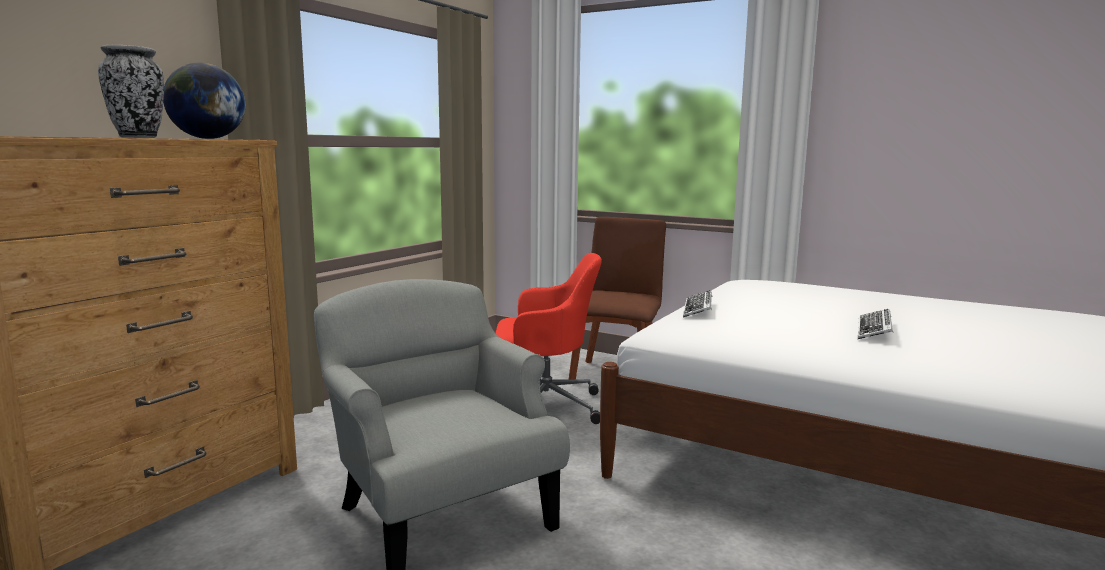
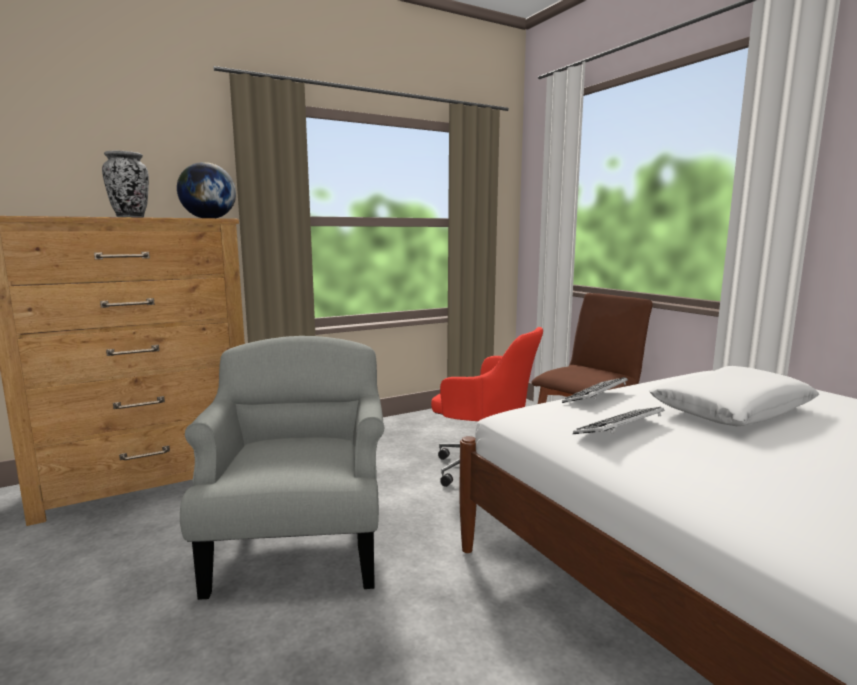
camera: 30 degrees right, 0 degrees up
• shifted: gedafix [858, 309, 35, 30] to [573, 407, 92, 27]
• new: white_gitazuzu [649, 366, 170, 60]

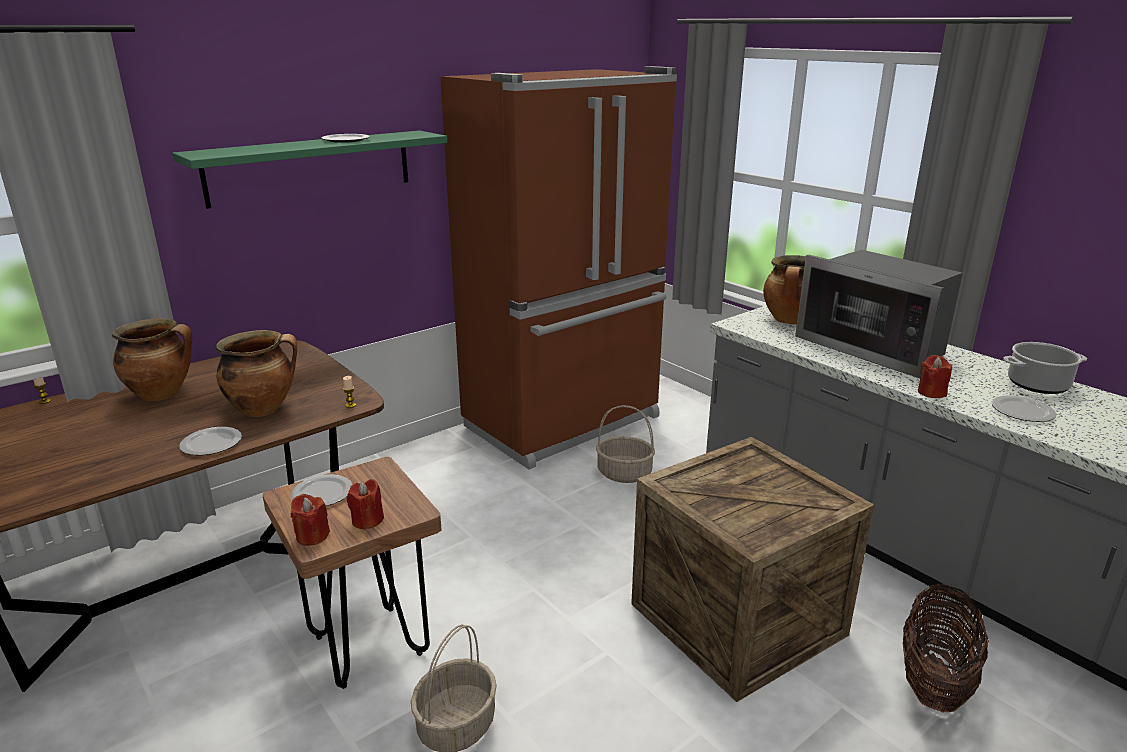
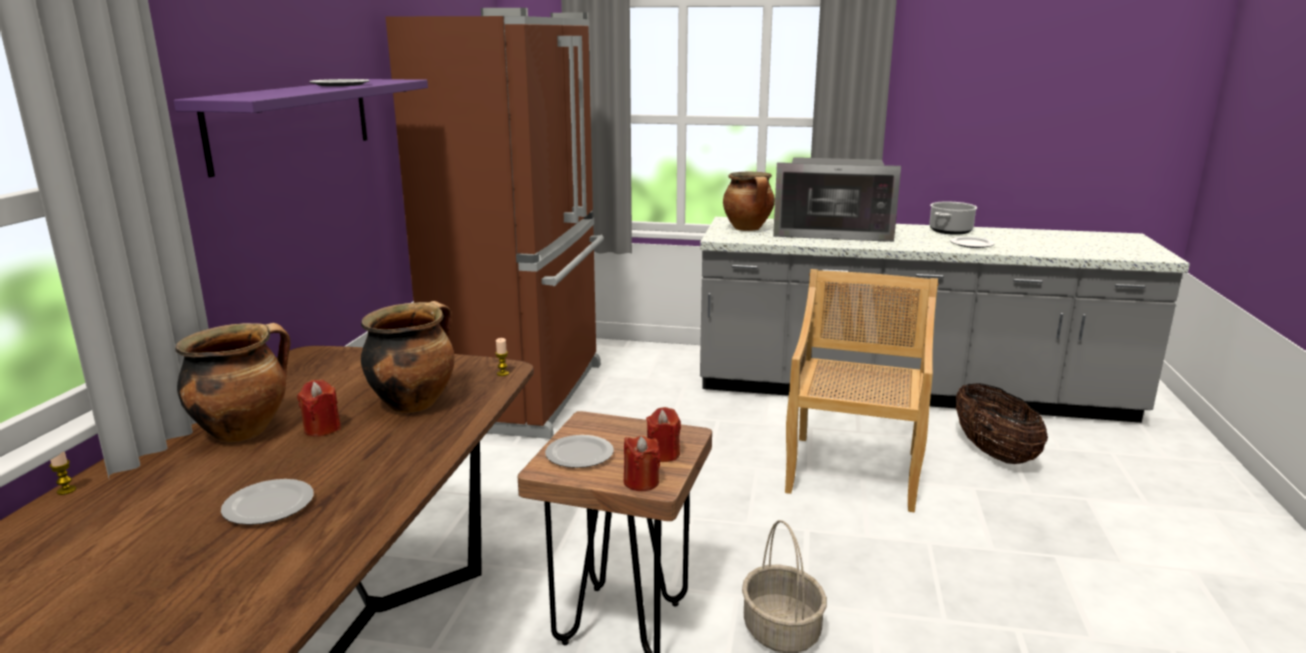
camera: 40 degrees left, 5 degrees down
• repainted: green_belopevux [172, 130, 275, 79] to purple_belopevux [174, 79, 254, 98]
• shifted: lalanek [179, 427, 63, 29] to [221, 479, 93, 46]
• shifted: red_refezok [918, 355, 34, 43] to [297, 380, 44, 57]
• swapped: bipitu [631, 437, 243, 265] to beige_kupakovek [785, 269, 153, 244]
• gone: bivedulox [596, 405, 59, 78]

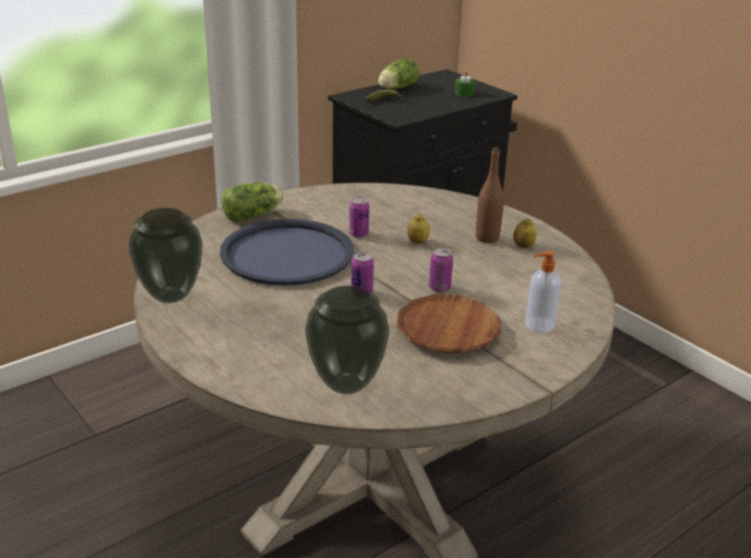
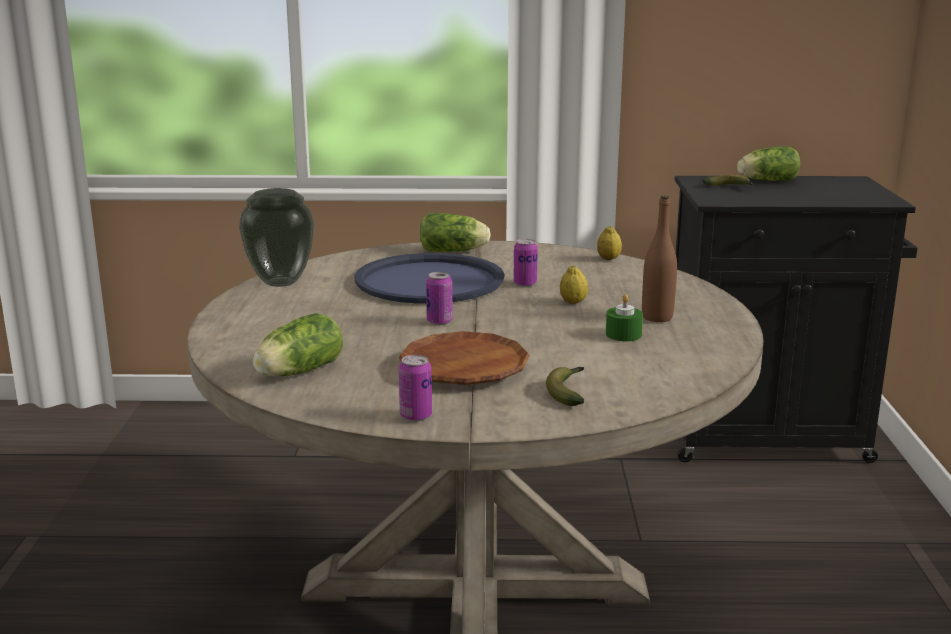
camera: 40 degrees right, 10 degrees down
• swapped: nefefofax [305, 286, 84, 108] to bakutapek [253, 313, 90, 63]
• shifted: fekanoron [429, 248, 24, 45] to [399, 355, 33, 67]
• swapped: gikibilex [525, 251, 36, 82] to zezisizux [546, 367, 38, 39]
• shifted: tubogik [513, 218, 24, 30] to [597, 226, 25, 34]
• shifted: green_refezok [455, 70, 21, 26] to [606, 294, 37, 47]

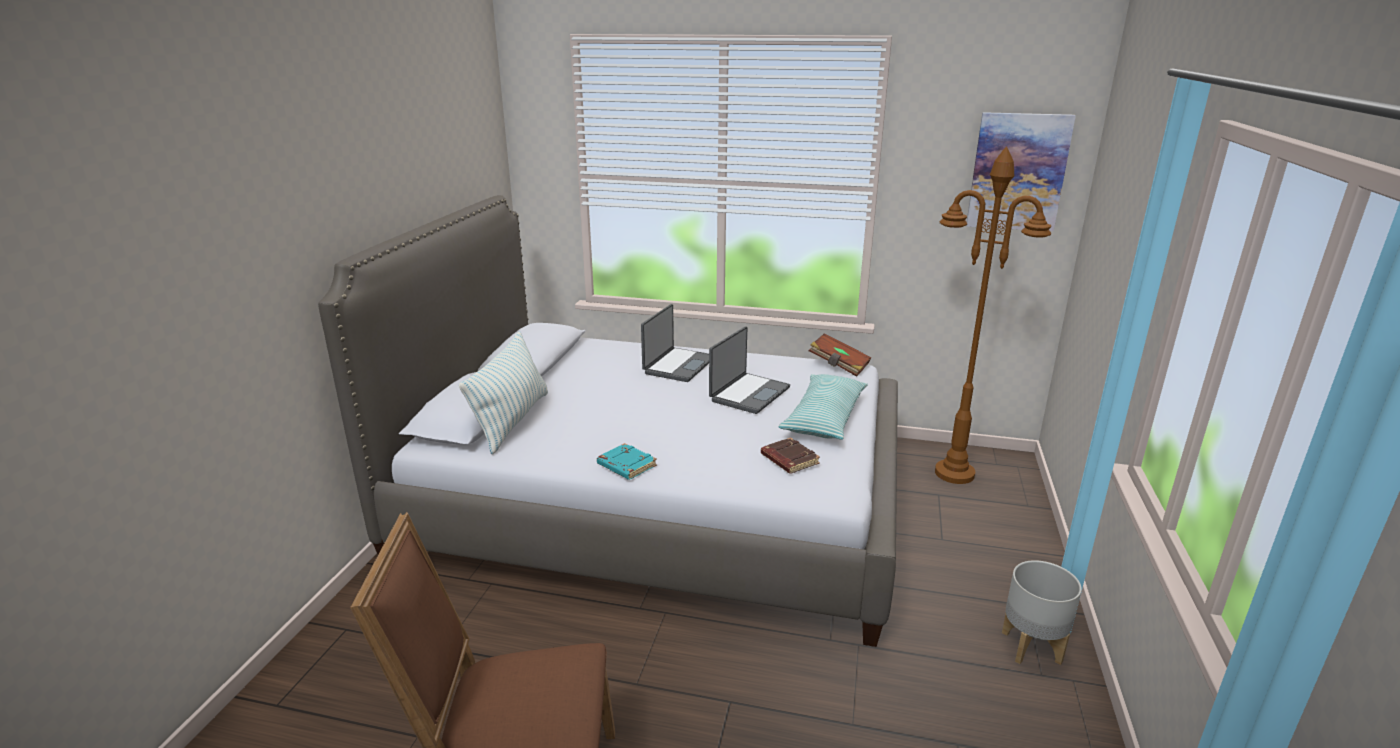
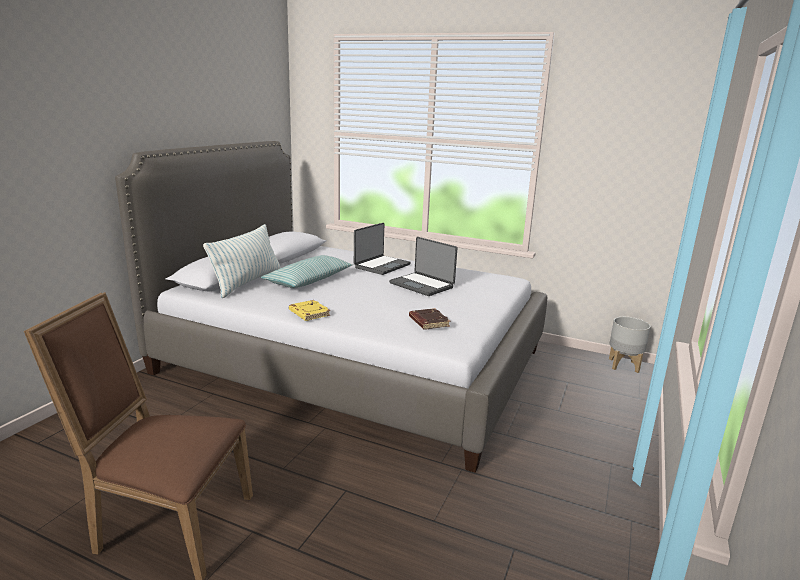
camera: 10 degrees right, 5 degrees down
• shifted: gitazuzu [779, 374, 89, 66] to [261, 255, 92, 33]
• repainted: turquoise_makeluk [597, 443, 60, 37] to yellow_makeluk [289, 300, 41, 21]
• rotated: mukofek [709, 327, 81, 87] = [389, 237, 68, 59] 90 degrees clockwise
• shifted: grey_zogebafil [1002, 560, 80, 105] to [609, 317, 42, 56]
• gone: brown_makeluk [809, 333, 62, 44]
• gone: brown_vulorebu [935, 146, 116, 338]
• gone: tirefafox [966, 112, 110, 119]

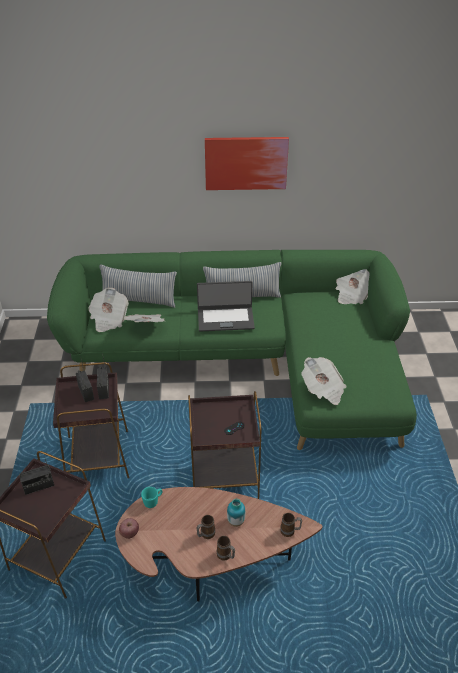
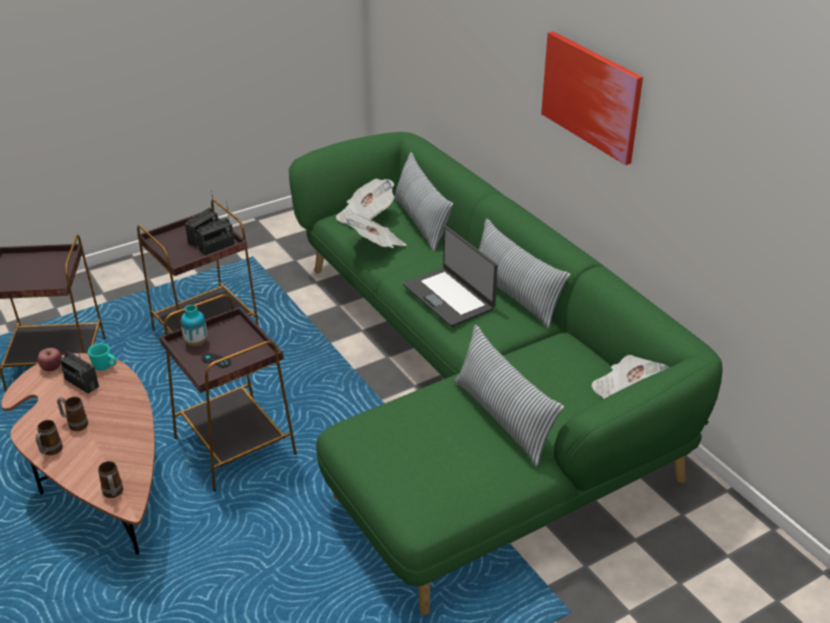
camera: 60 degrees right, 5 degrees down
• shifted: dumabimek [19, 459, 36, 36] to [60, 348, 39, 46]
• shifted: nefefofax [227, 499, 18, 28] to [181, 305, 26, 42]
• new: gitazuzu [455, 325, 109, 142]
• gone: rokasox [302, 357, 44, 48]

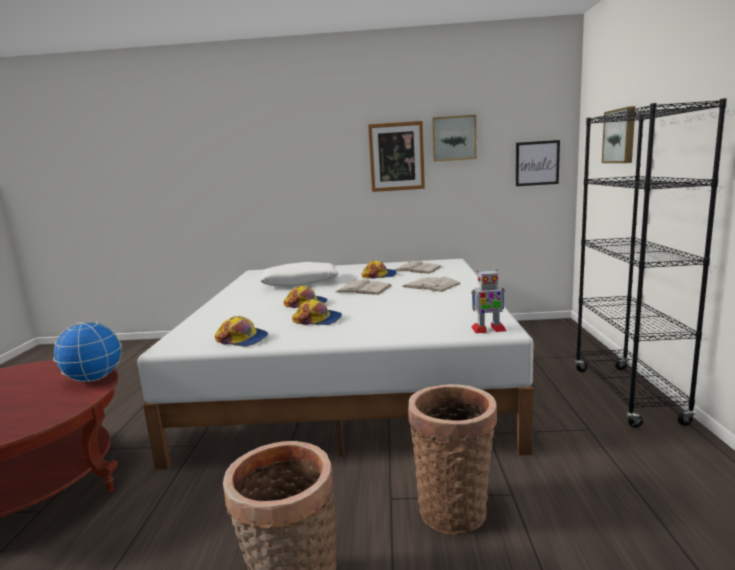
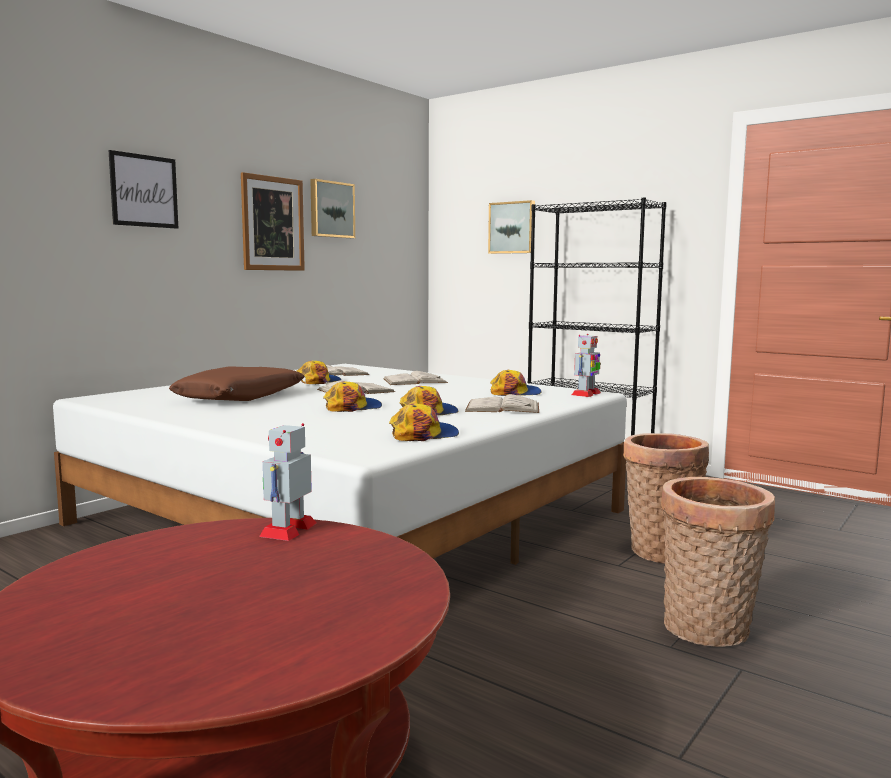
camera: 55 degrees left, 5 degrees down
• shifted: tirefafox [516, 140, 44, 46] to [108, 150, 70, 79]
• repainted: white_gitazuzu [260, 262, 79, 25] to brown_gitazuzu [169, 366, 136, 35]
• swapped: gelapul [53, 321, 69, 61] to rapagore [259, 423, 58, 118]
• new: white_makeluk [465, 394, 74, 19]
• new: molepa [490, 370, 51, 26]

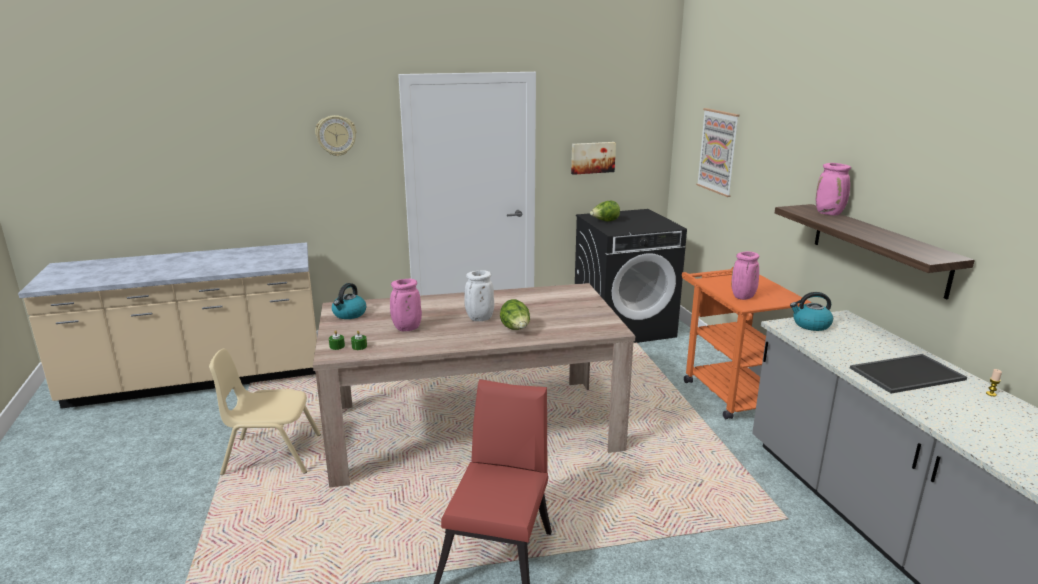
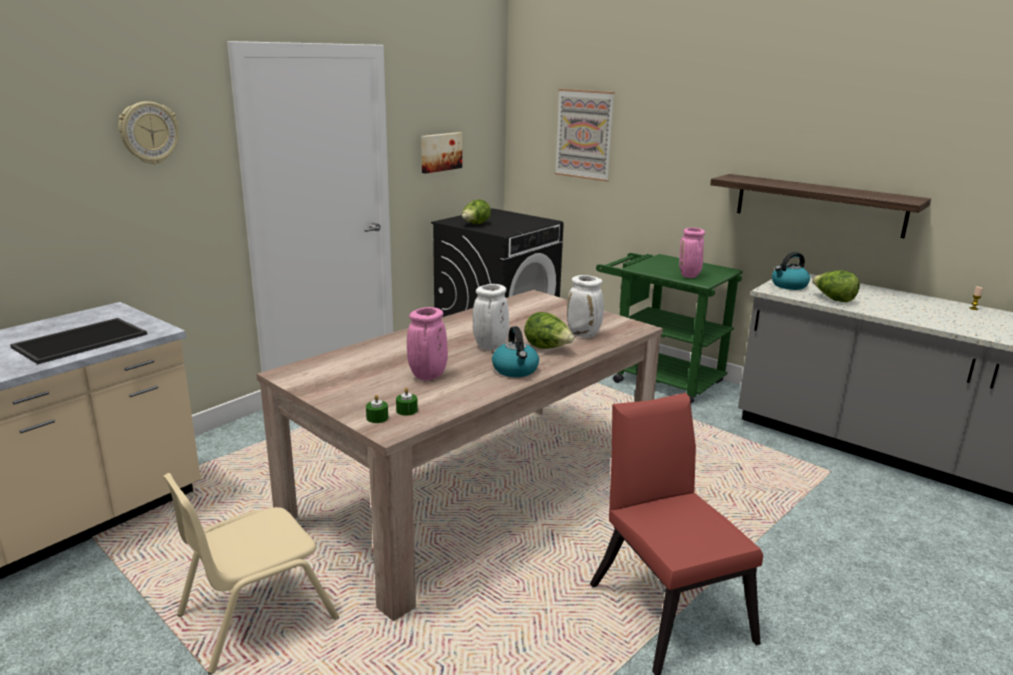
camera: 35 degrees left, 0 degrees up
• shifted: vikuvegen [850, 354, 117, 40] to [10, 318, 137, 46]
• shifted: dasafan [332, 283, 34, 36] to [492, 326, 47, 51]
• new: white_nefefofax [567, 275, 37, 63]
• repainted: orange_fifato [682, 267, 130, 152] to green_fifato [596, 253, 147, 150]
• new: bakutapek [812, 270, 48, 32]
• gone: pink_nefefofax [816, 163, 35, 53]

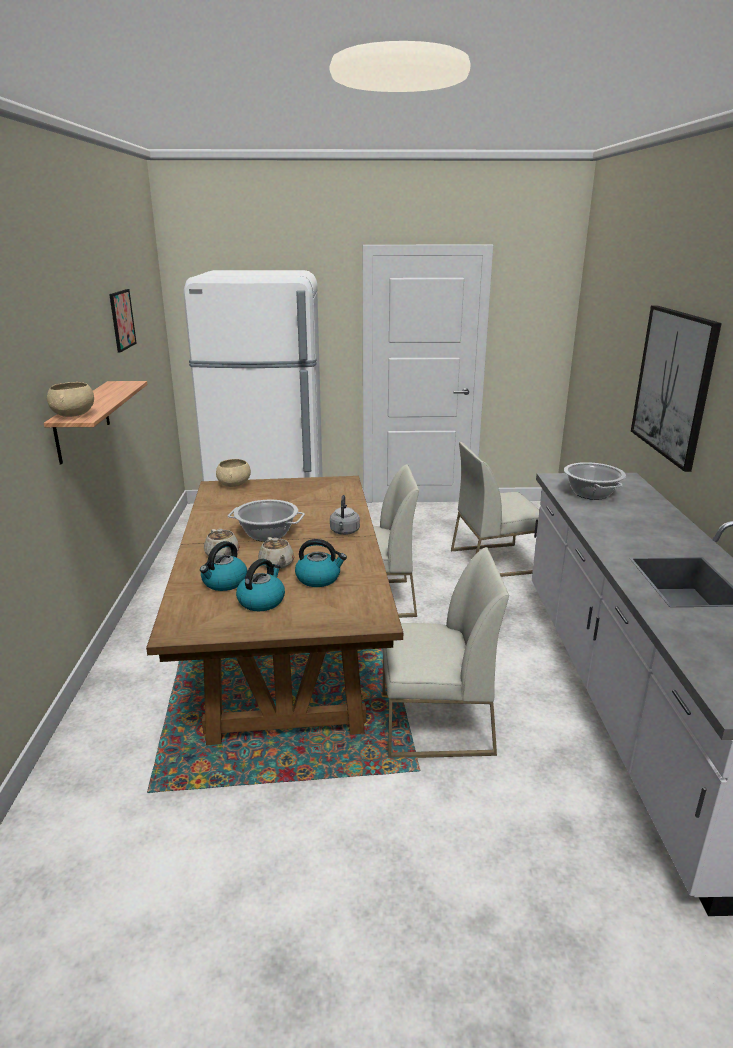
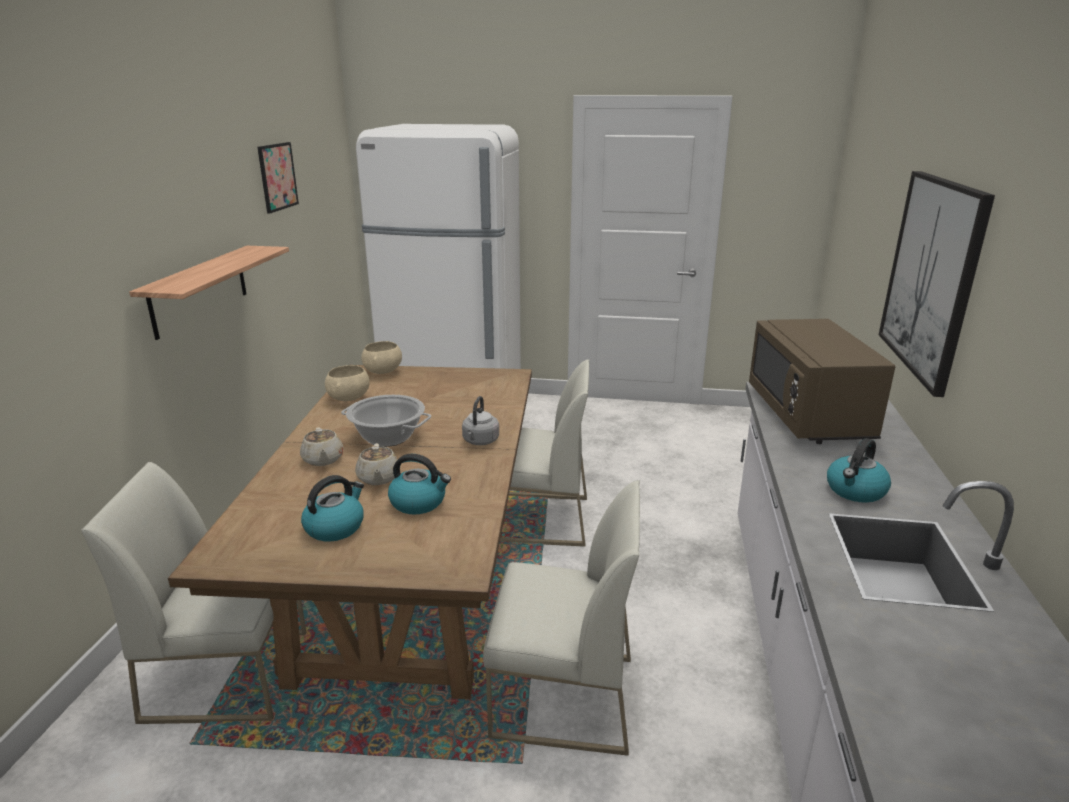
camera: 10 degrees right, 0 degrees up
• shifted: white_kupakovek [451, 442, 88, 135] to [81, 462, 226, 262]
• shifted: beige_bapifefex [47, 382, 47, 35] to [325, 365, 45, 36]
• swapped: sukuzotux [564, 462, 62, 38] to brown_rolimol [749, 319, 146, 125]
• shifted: dasafan [200, 541, 47, 50] to [827, 438, 64, 65]

